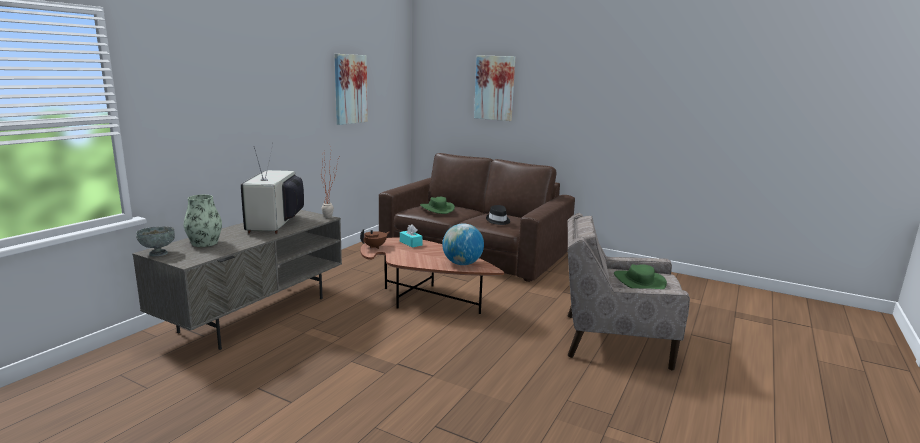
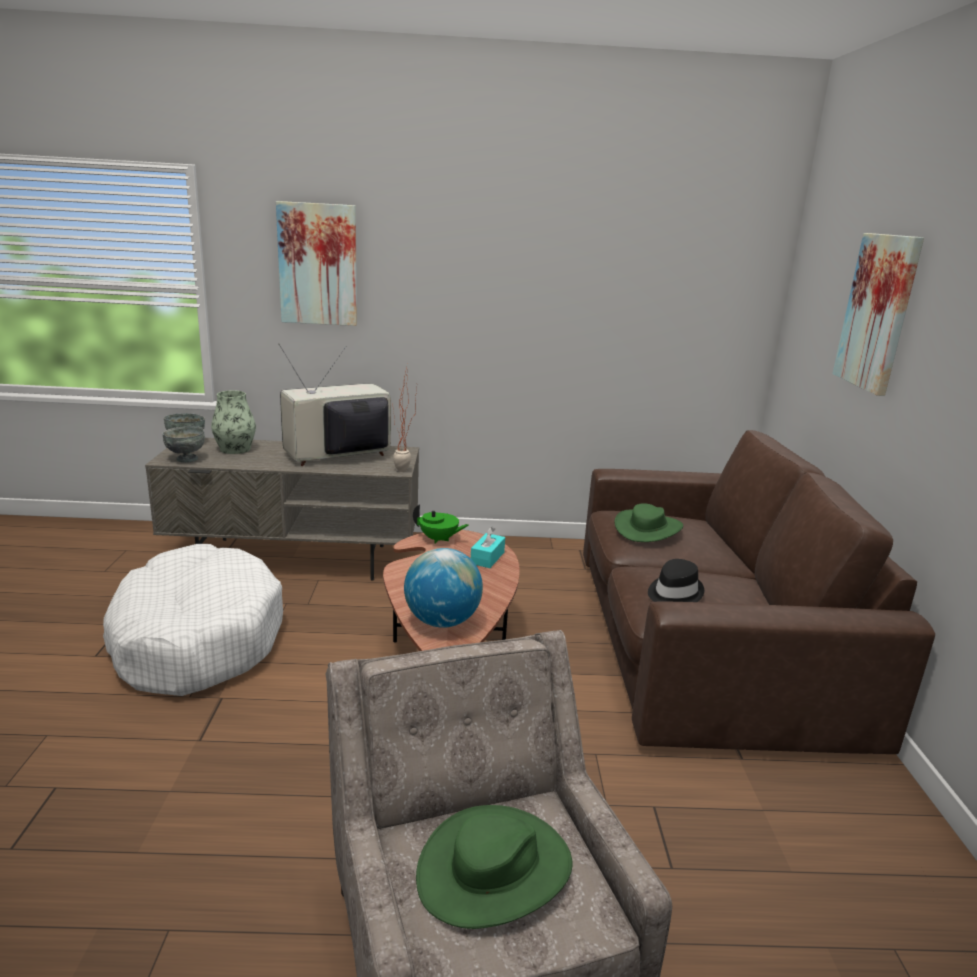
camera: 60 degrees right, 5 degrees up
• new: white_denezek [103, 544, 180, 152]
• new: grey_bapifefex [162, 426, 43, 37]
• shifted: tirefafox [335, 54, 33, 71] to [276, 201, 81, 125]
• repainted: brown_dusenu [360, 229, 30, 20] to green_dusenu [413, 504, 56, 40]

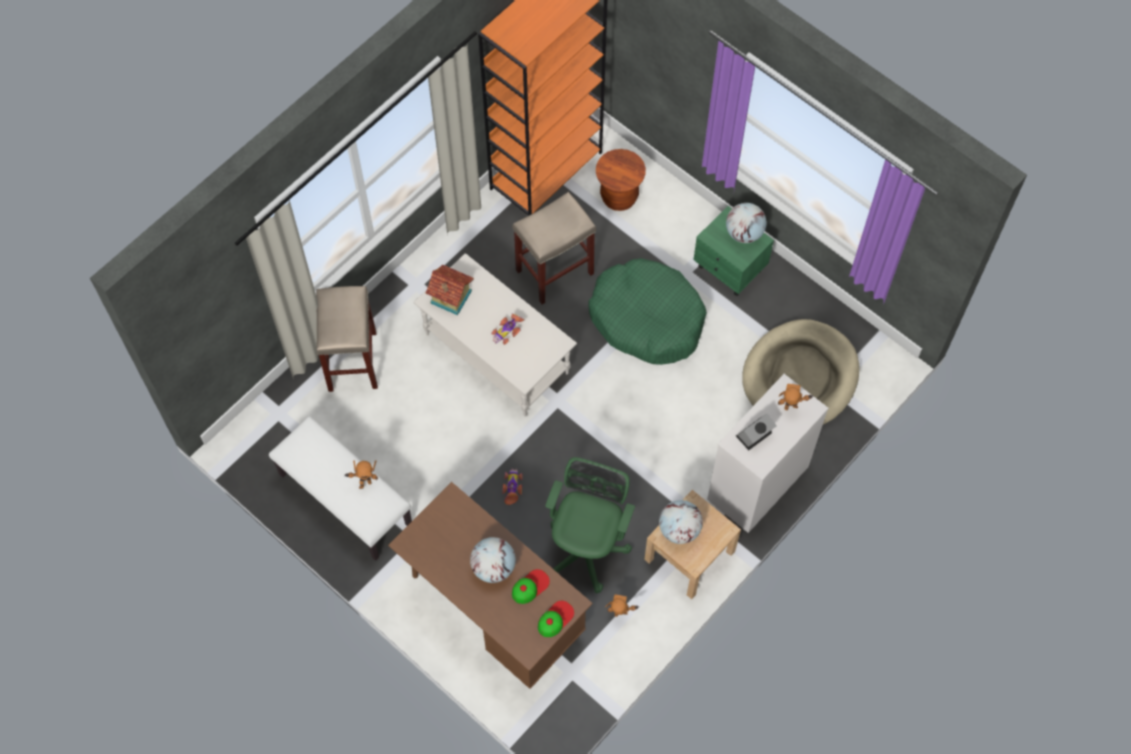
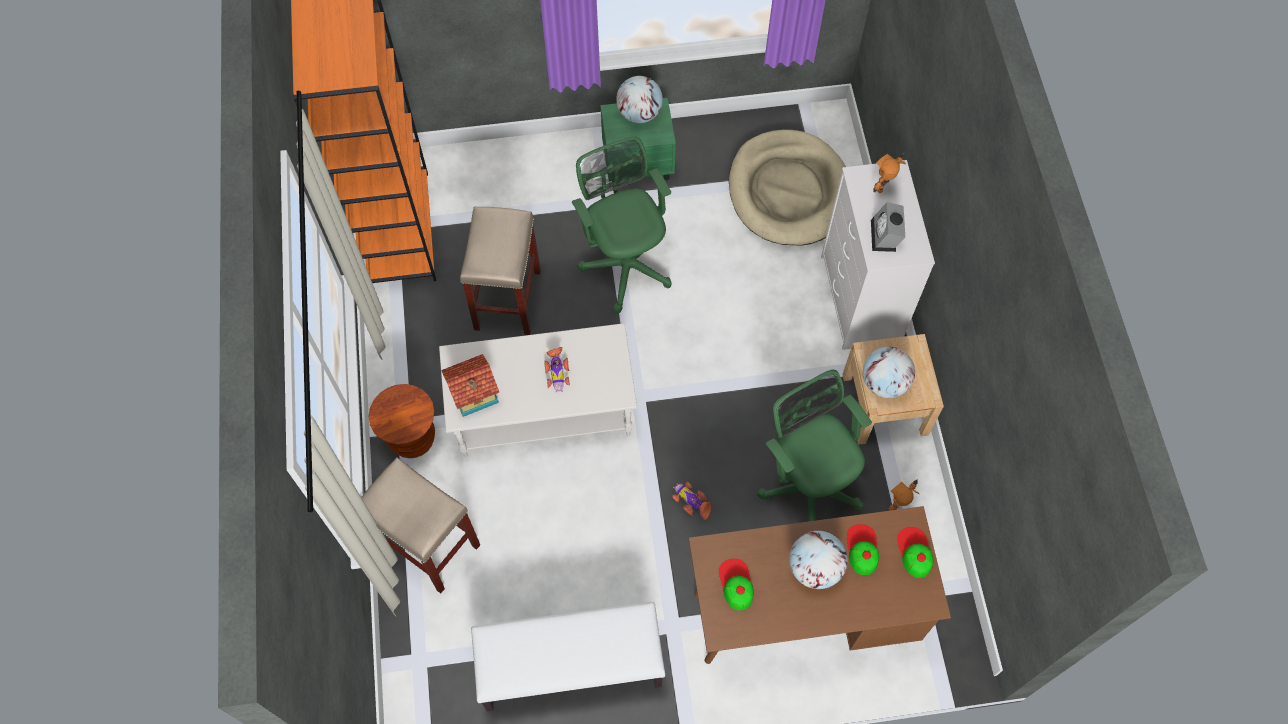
camera: 50 degrees left, 0 degrees up
• shifted: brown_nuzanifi [596, 149, 50, 62] to [369, 384, 66, 74]
• swapped: green_denezek [588, 258, 119, 107] to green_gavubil [572, 136, 100, 178]
• new: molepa [719, 558, 35, 53]
• gone: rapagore [344, 460, 34, 29]

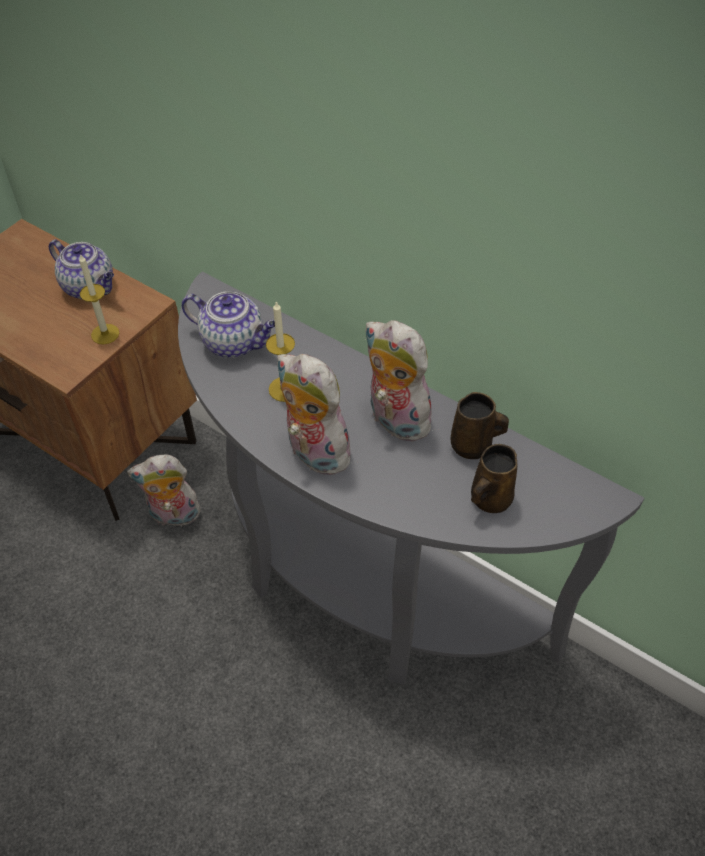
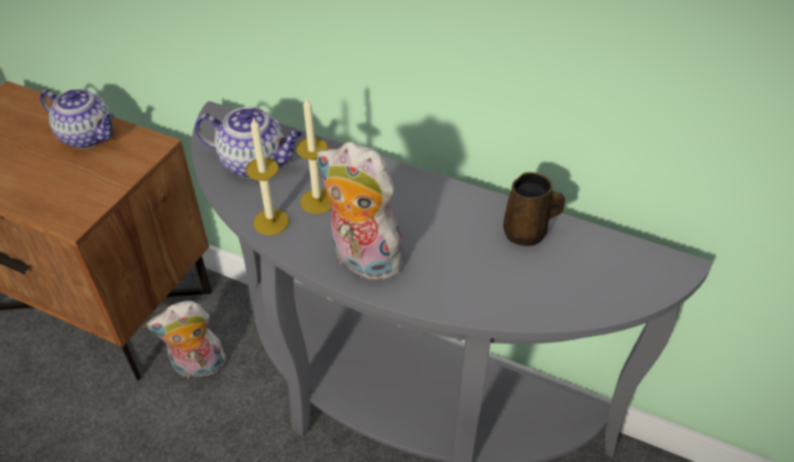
camera: 10 degrees left, 5 degrees down
• shifted: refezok [79, 254, 40, 90] to [246, 117, 43, 118]
• gone: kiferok [364, 320, 69, 122]
• gone: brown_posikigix [471, 444, 46, 69]

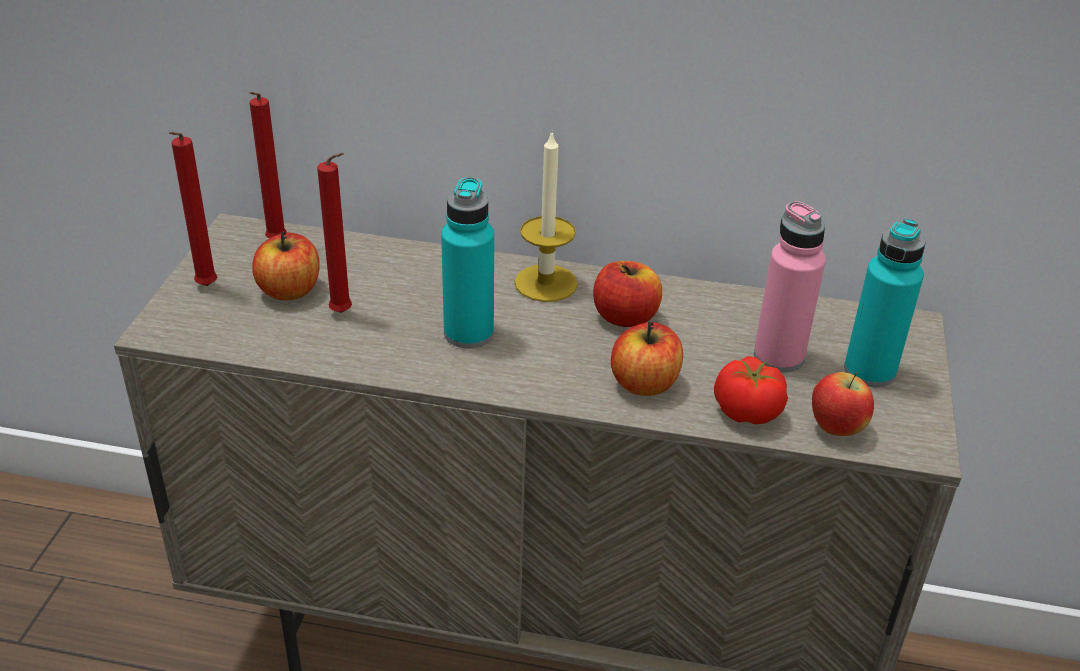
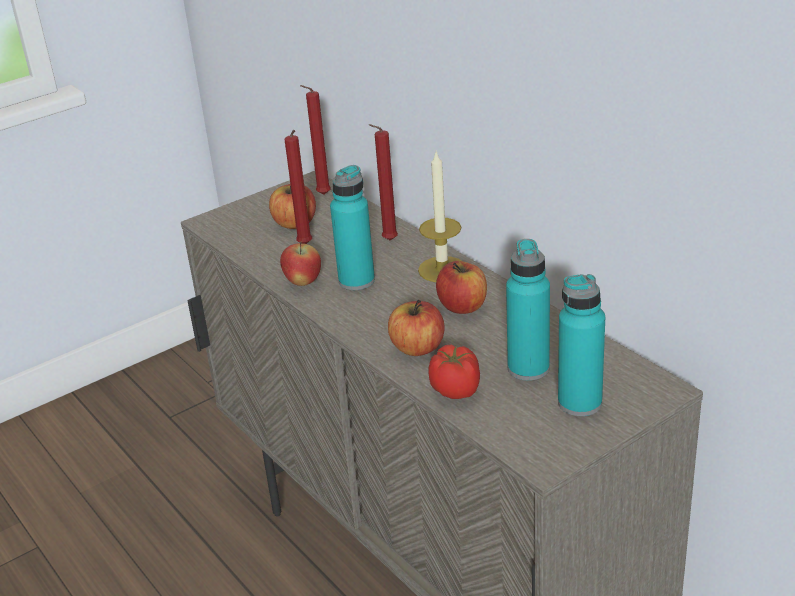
camera: 45 degrees right, 5 degrees down
• shifted: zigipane [812, 372, 62, 64] to [280, 241, 41, 45]
• shifted: red_refezok [169, 132, 49, 154] to [369, 124, 29, 117]
• repainted: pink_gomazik [754, 201, 72, 171] to turquoise_gomazik [506, 239, 44, 142]

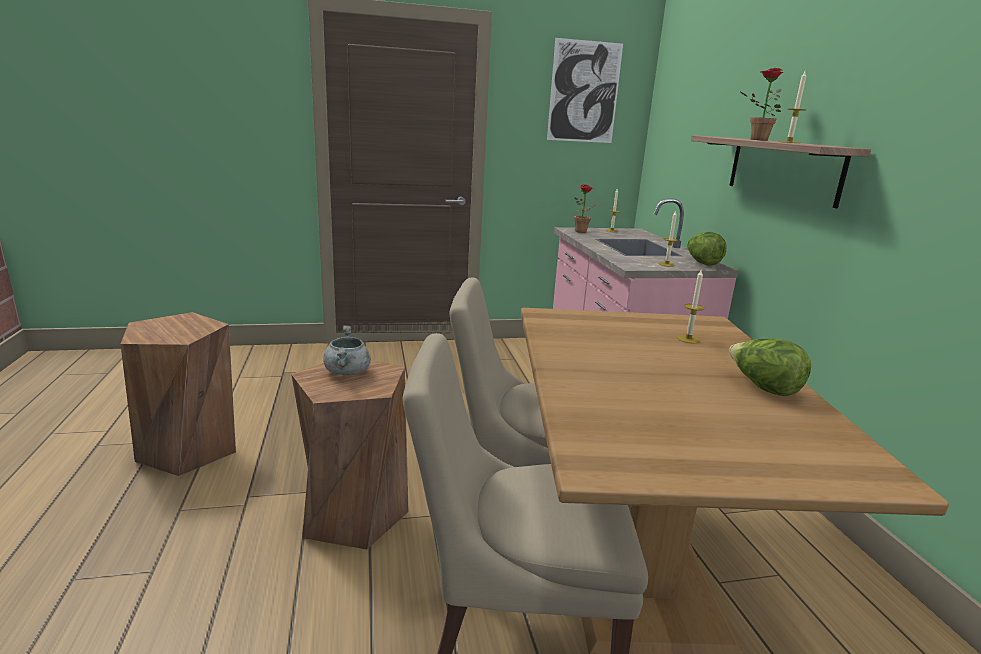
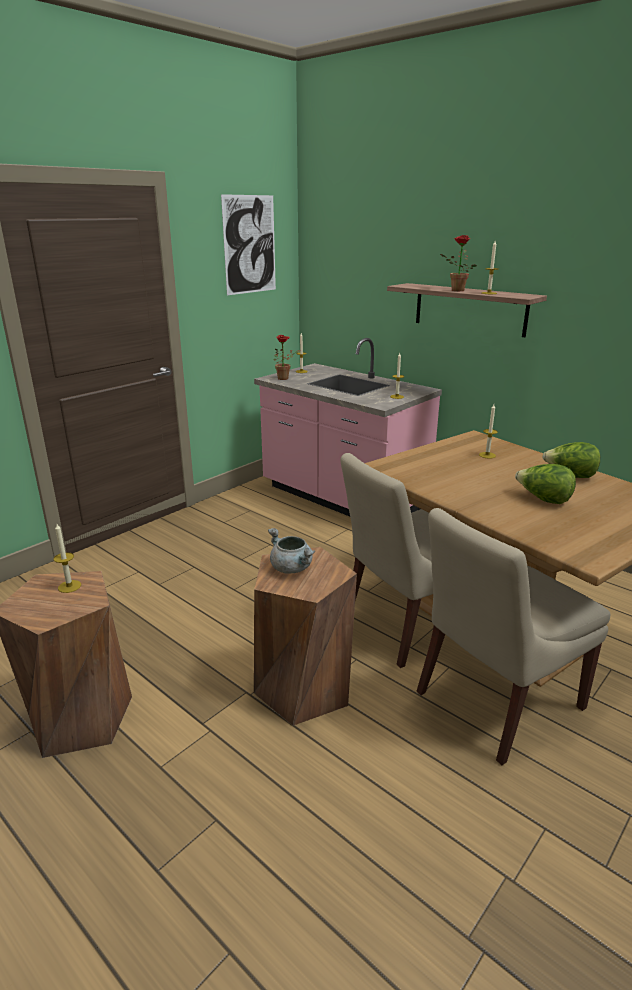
camera: 35 degrees left, 5 degrees up
• new: refezok [54, 524, 27, 69]
• shifted: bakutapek [687, 232, 40, 34] to [515, 464, 61, 40]

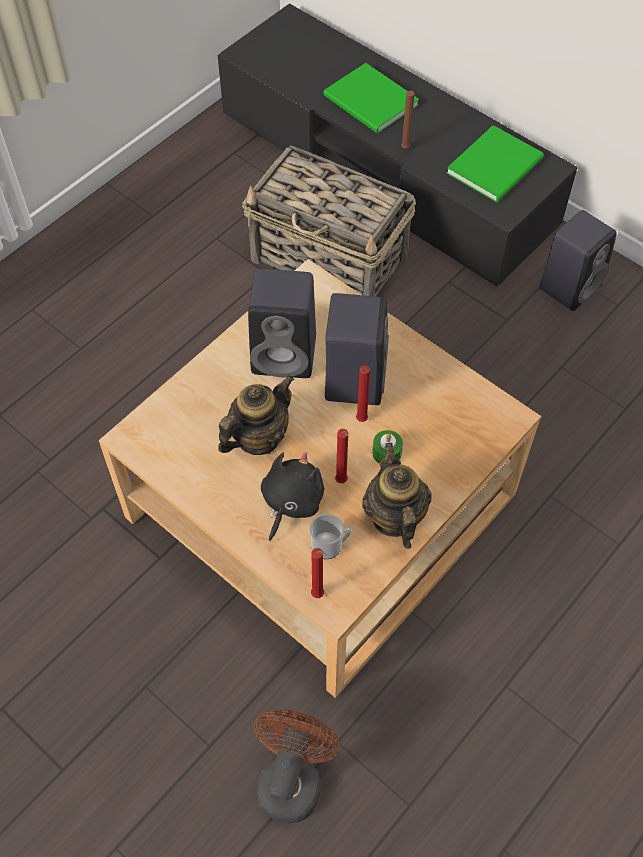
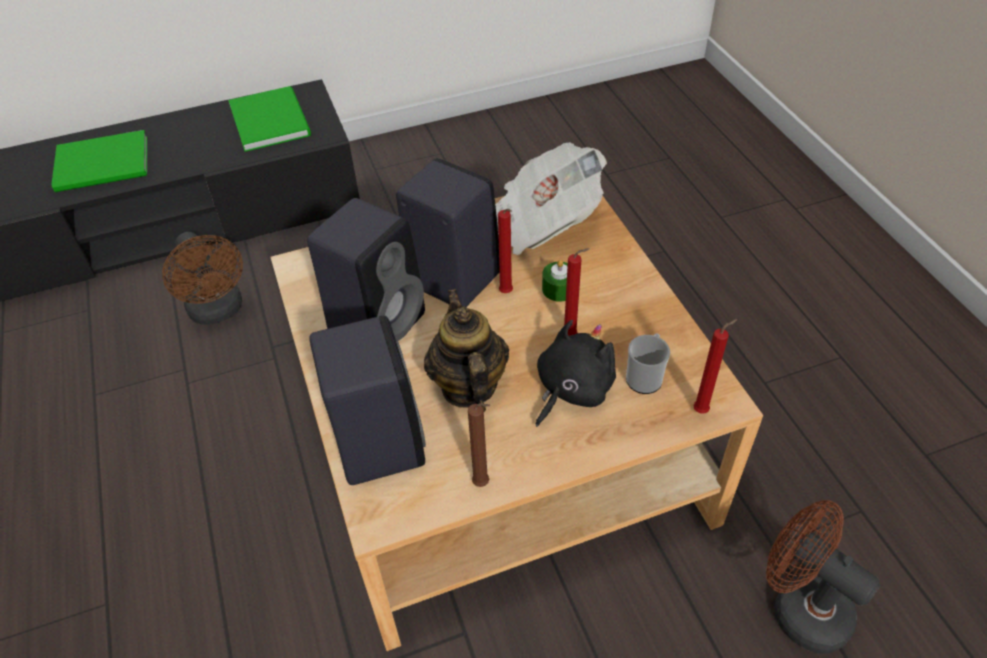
camera: 60 degrees left, 10 degrees down
• swapped: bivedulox [242, 145, 174, 151] to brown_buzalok [162, 232, 81, 93]
• shifted: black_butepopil [539, 210, 78, 101] to [309, 316, 117, 169]
• shifted: brown_refezok [401, 91, 14, 57] to [468, 403, 22, 84]
• new: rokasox [495, 142, 112, 113]
• rotated: black_kiferok [261, 452, 63, 89] = [536, 320, 80, 107] 75 degrees clockwise
• gone: dusenu [362, 443, 70, 106]

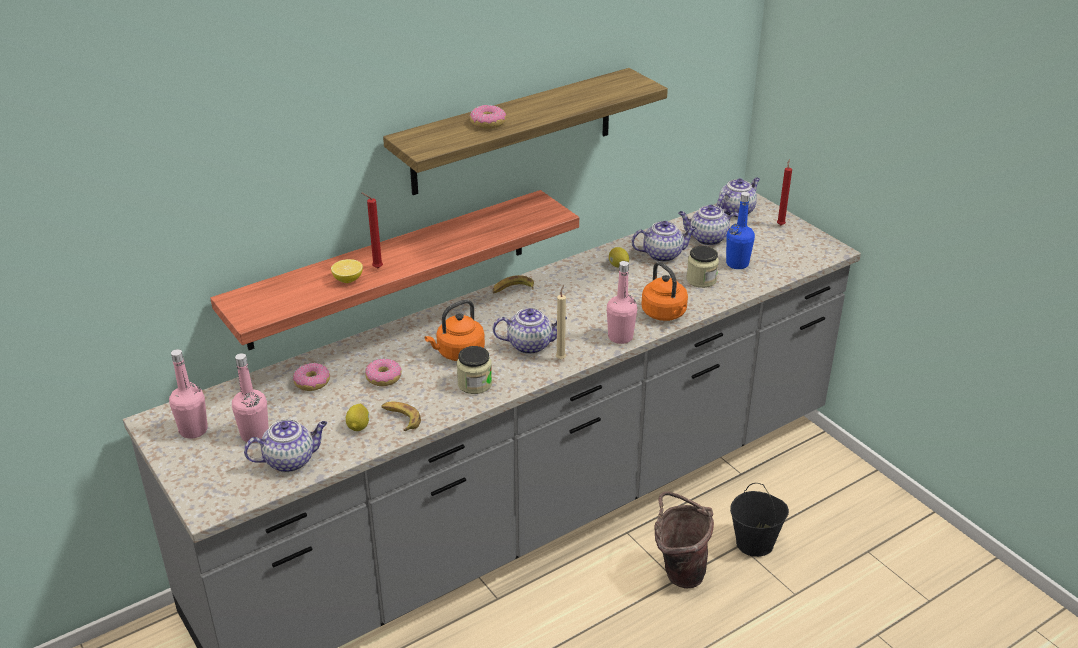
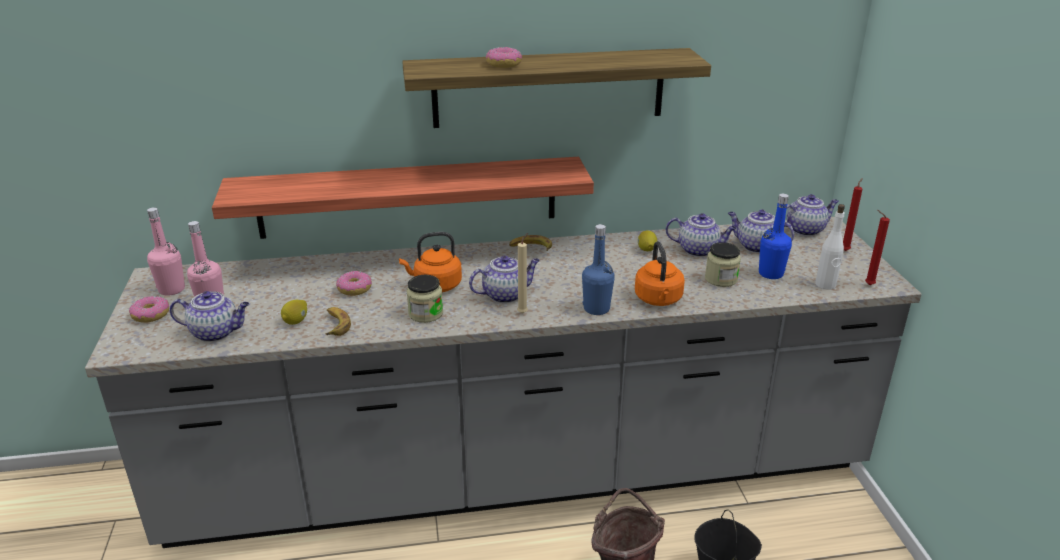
camera: 25 degrees right, 5 degrees down
• shifted: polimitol [293, 363, 37, 28] to [129, 296, 41, 27]
• rotated: dusenu [493, 308, 74, 46] = [469, 256, 71, 47] 45 degrees counterclockwise
• repainted: pink_gomazik [607, 261, 30, 83] to blue_gomazik [582, 224, 33, 91]
• new: white_gomazik [815, 204, 30, 85]
• shifted: red_refezok [362, 193, 21, 75] to [865, 210, 25, 75]
• gone: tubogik [331, 259, 32, 24]

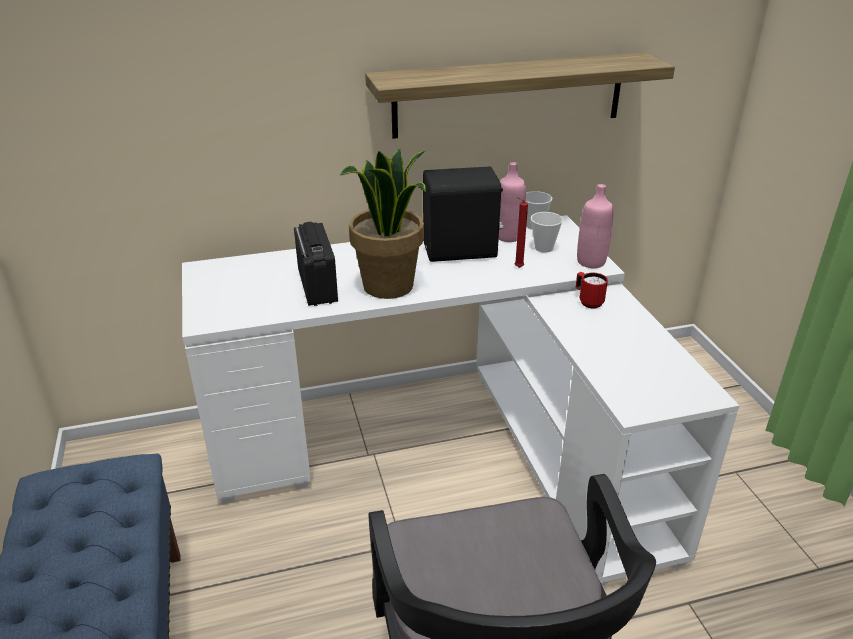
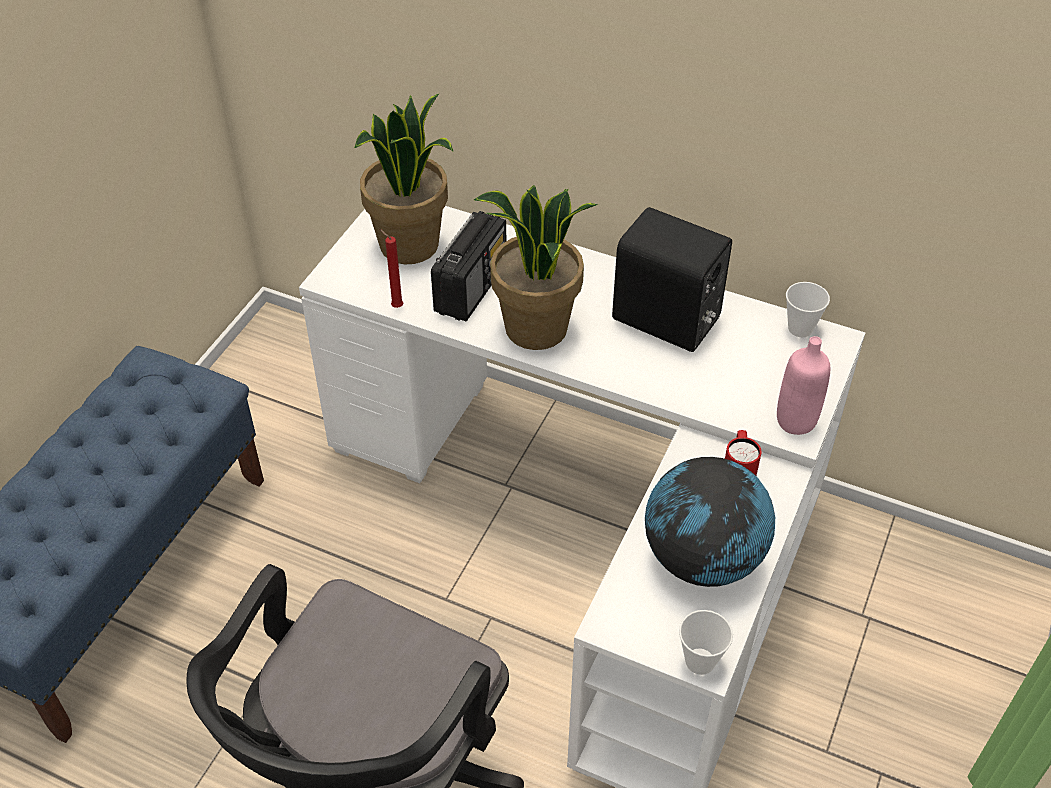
camera: 40 degrees right, 15 degrees up
• new: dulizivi [354, 93, 99, 171]
• shifted: red_refezok [514, 197, 14, 71] to [379, 229, 24, 79]
• new: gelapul [645, 457, 130, 130]
• shifted: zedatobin [531, 212, 32, 41] to [679, 610, 54, 65]
• gone: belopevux [365, 53, 310, 86]
• gone: pink_gomazik [499, 162, 27, 80]

